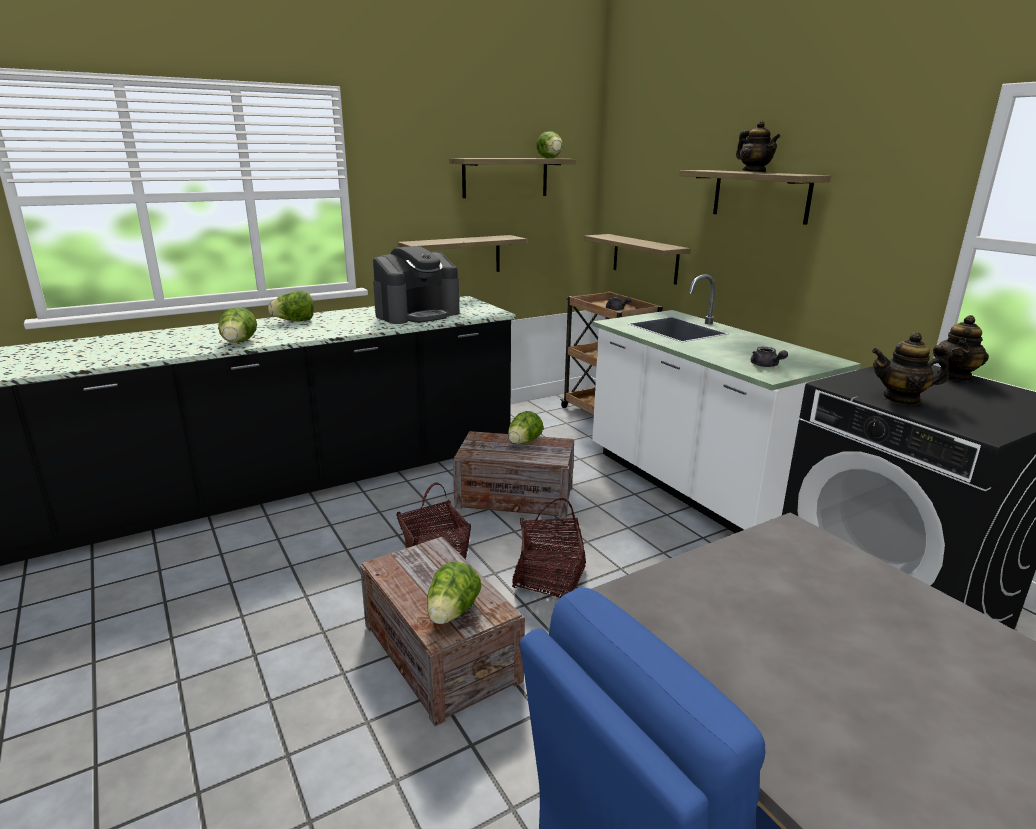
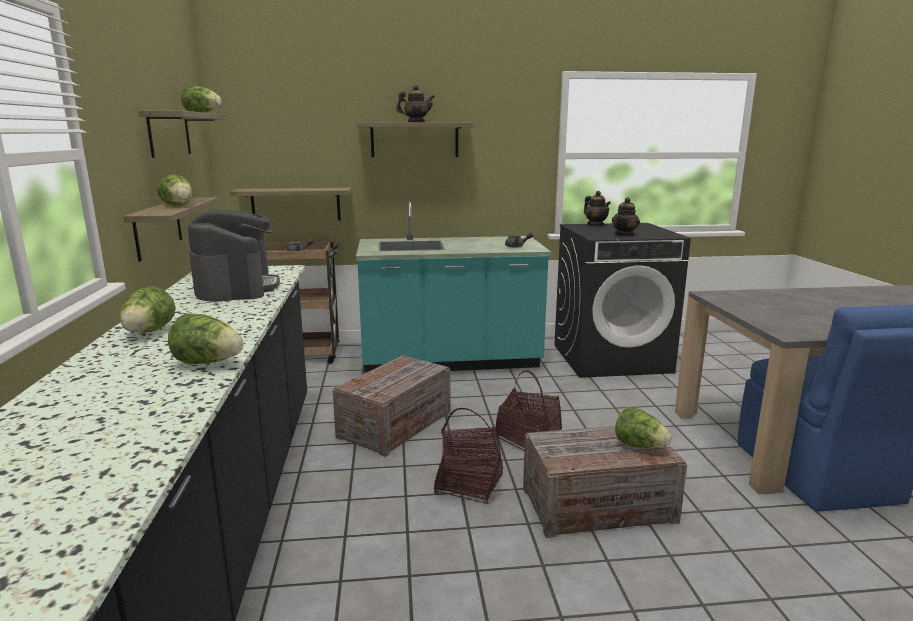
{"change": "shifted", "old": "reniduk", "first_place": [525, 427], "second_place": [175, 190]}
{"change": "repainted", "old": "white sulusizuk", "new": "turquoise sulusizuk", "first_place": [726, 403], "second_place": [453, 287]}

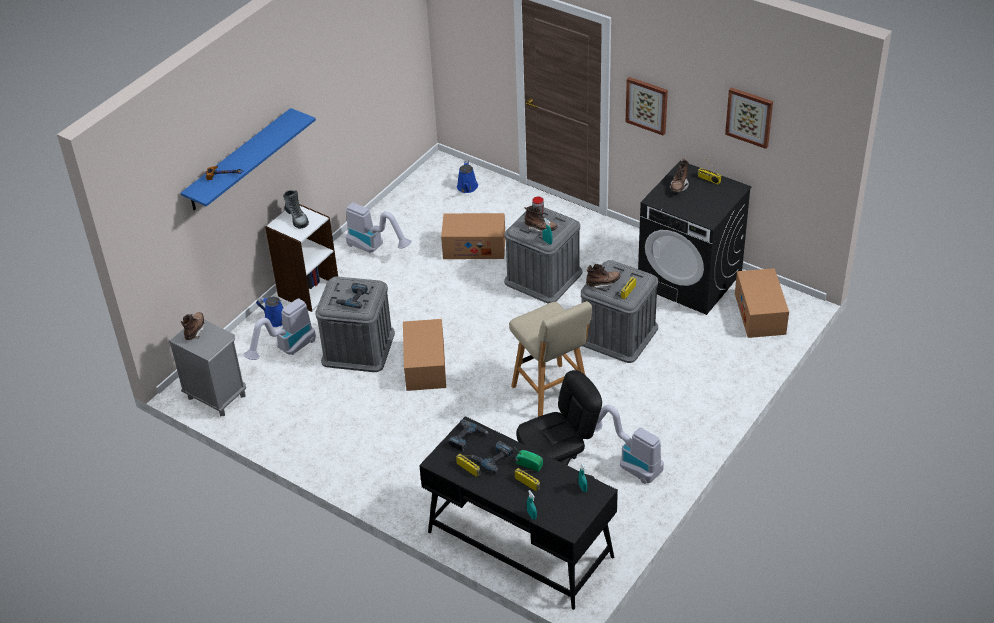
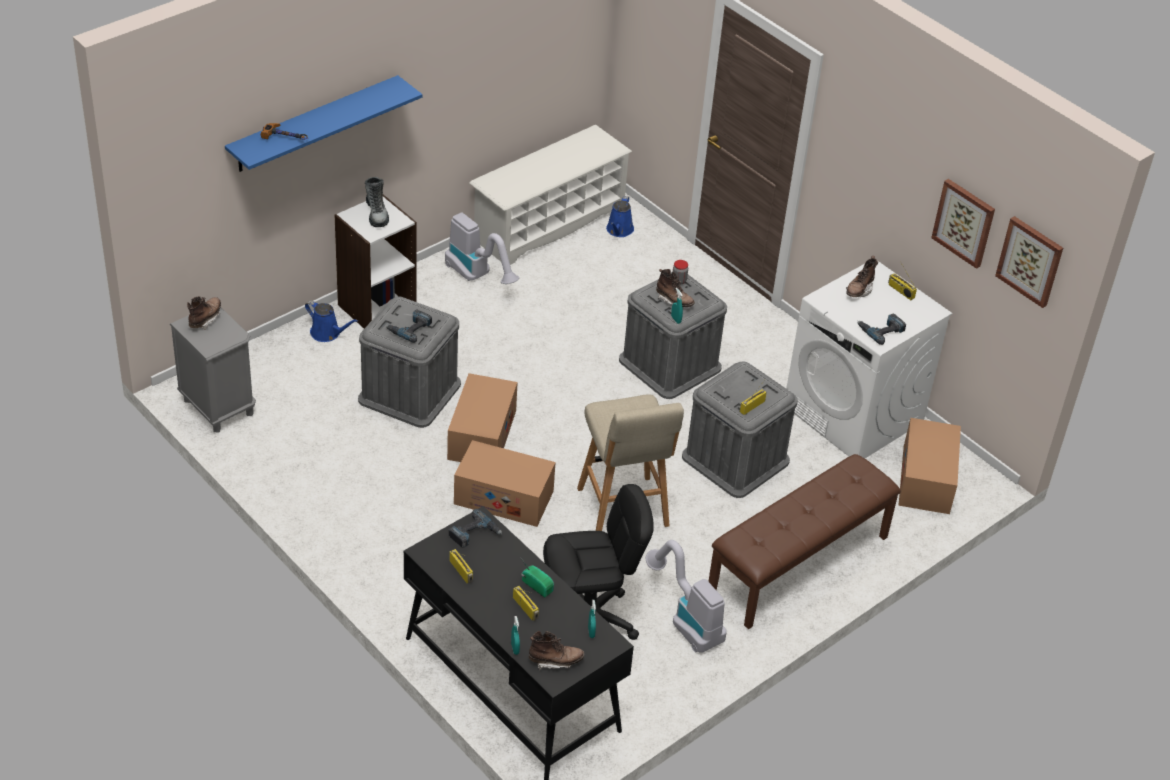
{"change": "gone", "old": "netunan", "first_place": [280, 329]}
{"change": "shifted", "old": "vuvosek", "first_place": [473, 236], "second_place": [505, 483]}
{"change": "shifted", "old": "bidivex", "first_place": [492, 457], "second_place": [882, 329]}
{"change": "shifted", "old": "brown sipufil", "first_place": [603, 277], "second_place": [556, 650]}
{"change": "shifted", "old": "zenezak", "first_place": [647, 106], "second_place": [1029, 262]}
{"change": "repainted", "old": "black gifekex", "new": "white gifekex", "first_place": [695, 238], "second_place": [869, 359]}
{"change": "new", "new": "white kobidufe", "second_place": [551, 195]}
{"change": "new", "new": "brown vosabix", "second_place": [805, 541]}

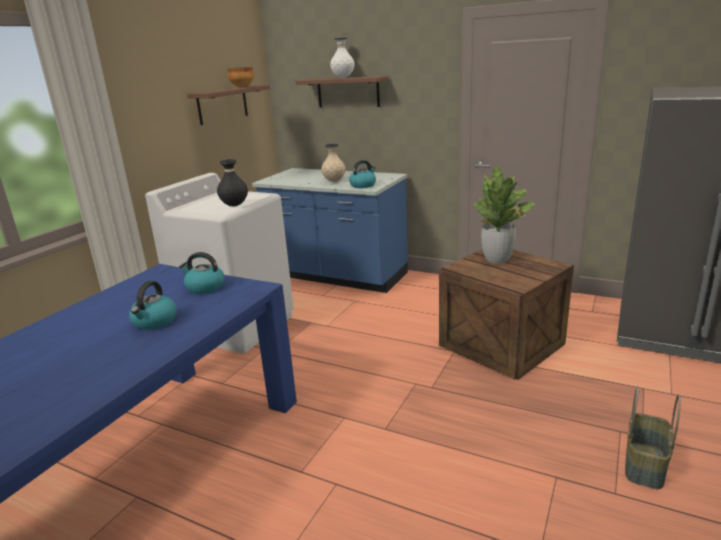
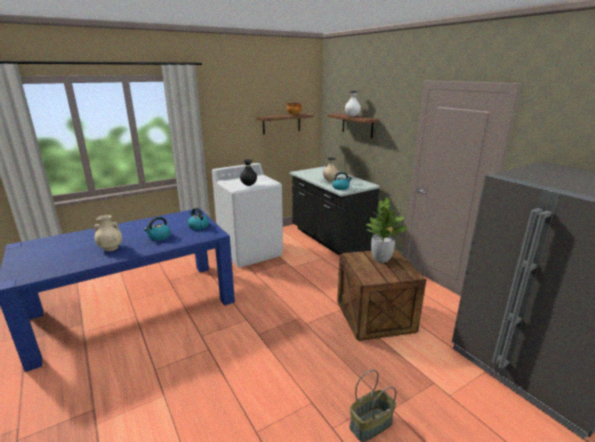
{"change": "repainted", "old": "blue sulusizuk", "new": "black sulusizuk", "first_place": [330, 230], "second_place": [335, 210]}
{"change": "new", "new": "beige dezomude", "second_place": [108, 233]}

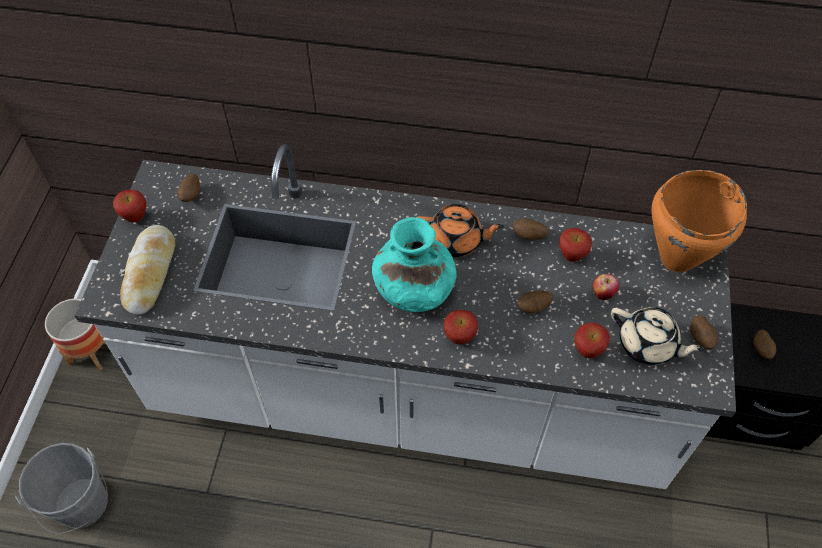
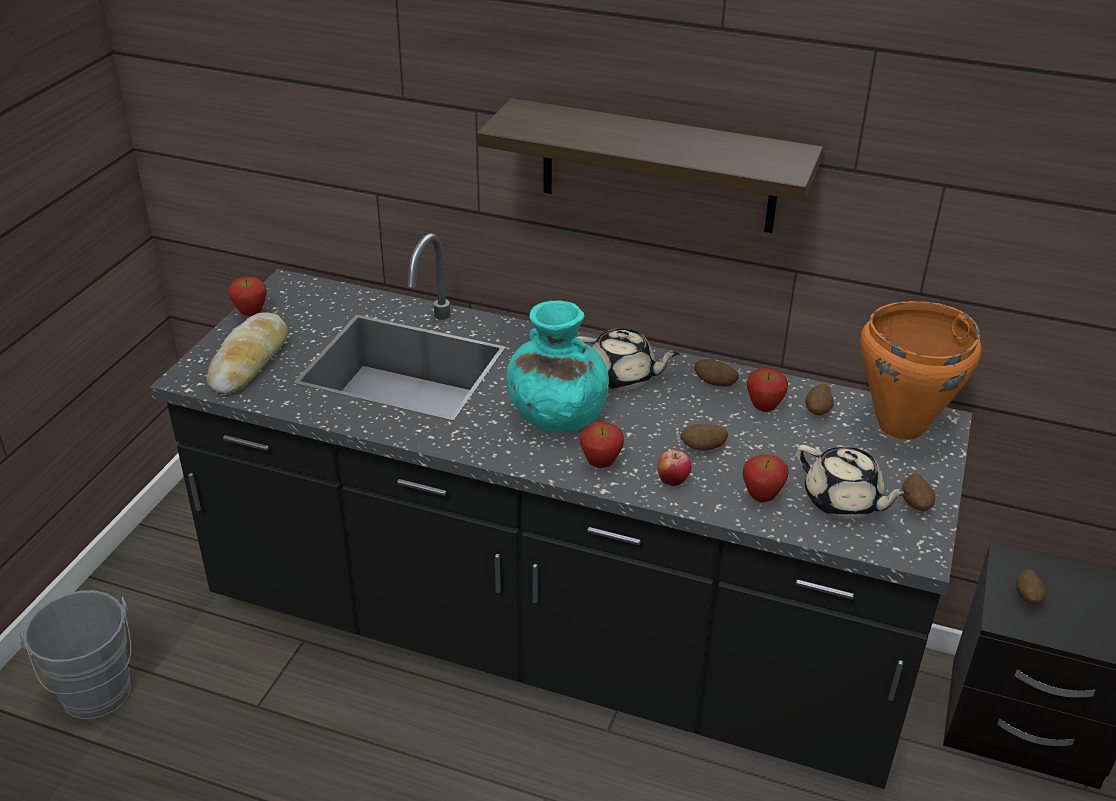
{"change": "gone", "old": "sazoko", "first_place": [75, 335]}
{"change": "repainted", "old": "white sulusizuk", "new": "black sulusizuk", "first_place": [405, 316], "second_place": [561, 511]}
{"change": "shifted", "old": "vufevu", "first_place": [188, 188], "second_place": [819, 400]}
{"change": "repainted", "old": "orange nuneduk", "new": "beige nuneduk", "first_place": [460, 230], "second_place": [628, 359]}
{"change": "shifted", "old": "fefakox", "first_place": [606, 287], "second_place": [674, 468]}
{"change": "new", "new": "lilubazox", "second_place": [650, 165]}

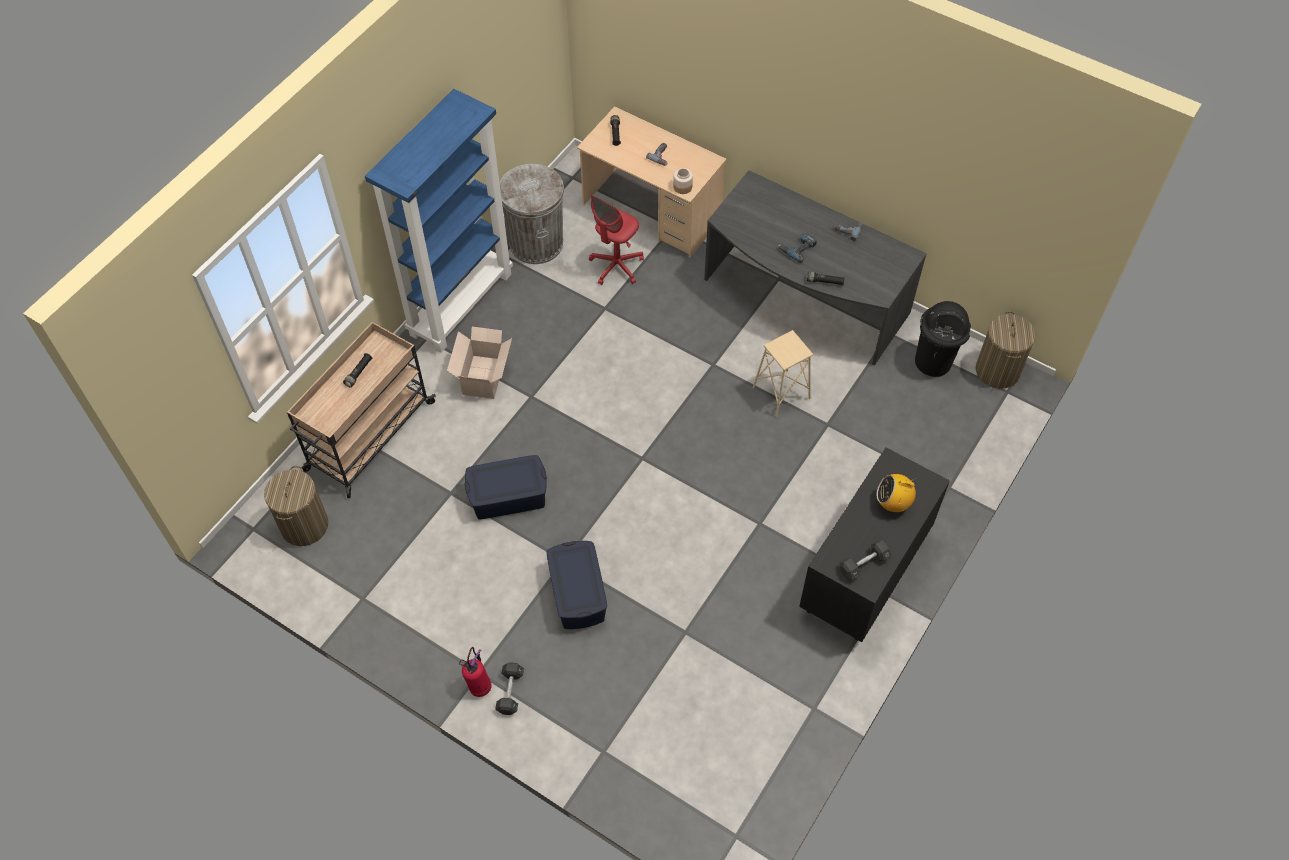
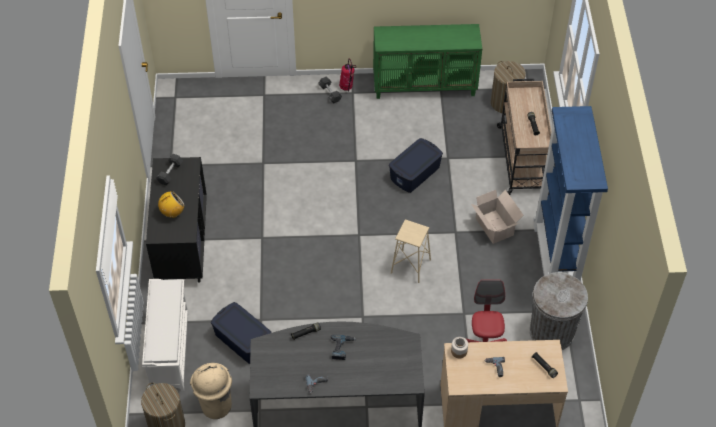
{"change": "shifted", "old": "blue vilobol", "first_place": [577, 585], "second_place": [241, 333]}
{"change": "shifted", "old": "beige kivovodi", "first_place": [783, 373], "second_place": [411, 251]}
{"change": "repainted", "old": "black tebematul", "new": "beige tebematul", "first_place": [943, 339], "second_place": [211, 391]}
{"change": "new", "new": "white kobidufe", "second_place": [165, 335]}
{"change": "new", "new": "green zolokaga", "second_place": [427, 61]}

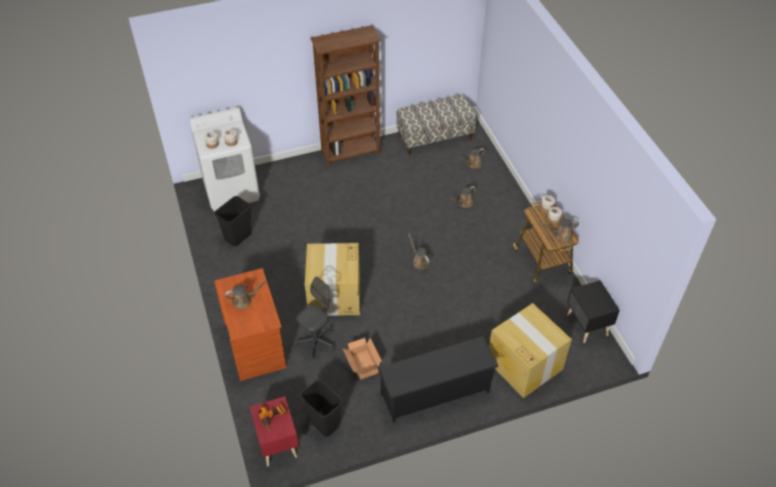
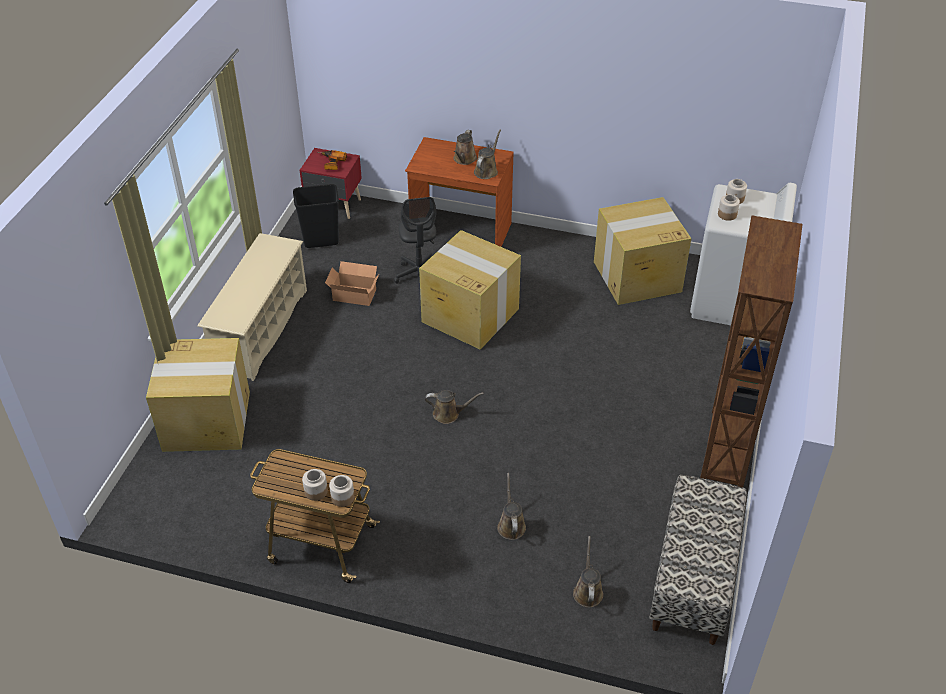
{"change": "swapped", "old": "black tebematul", "new": "vuvosek", "first_place": [233, 221], "second_place": [642, 251]}
{"change": "repainted", "old": "black kobidufe", "new": "beige kobidufe", "first_place": [438, 380], "second_place": [252, 307]}
{"change": "shifted", "old": "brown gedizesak", "first_place": [560, 230], "second_place": [487, 154]}
{"change": "gone", "old": "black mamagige", "first_place": [593, 311]}

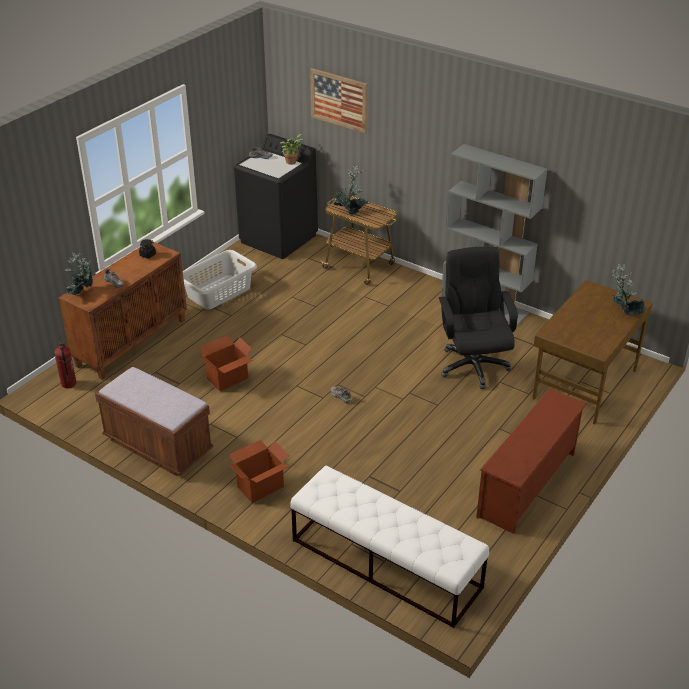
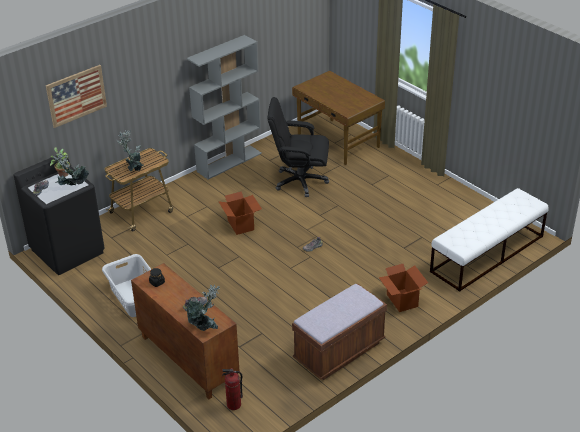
{"change": "shifted", "old": "vuvosek", "first_place": [225, 363], "second_place": [240, 213]}
{"change": "gone", "old": "brown kobidufe", "first_place": [531, 461]}
{"change": "shifted", "old": "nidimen", "first_place": [629, 290], "second_place": [71, 169]}

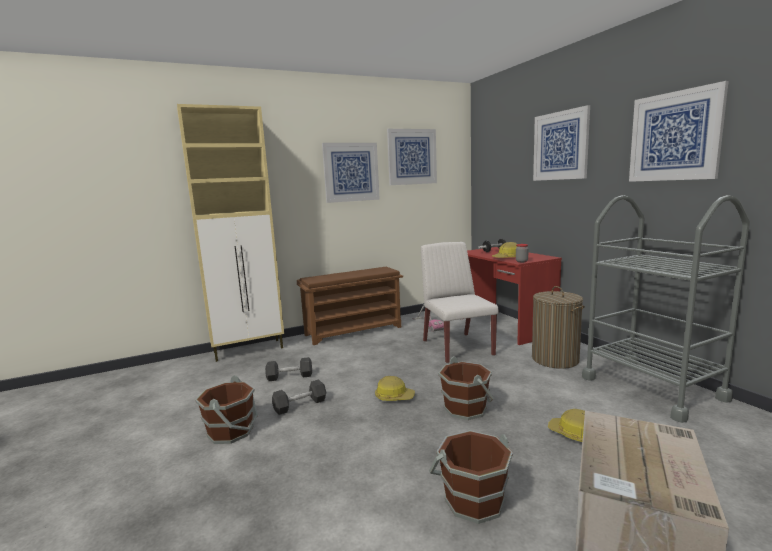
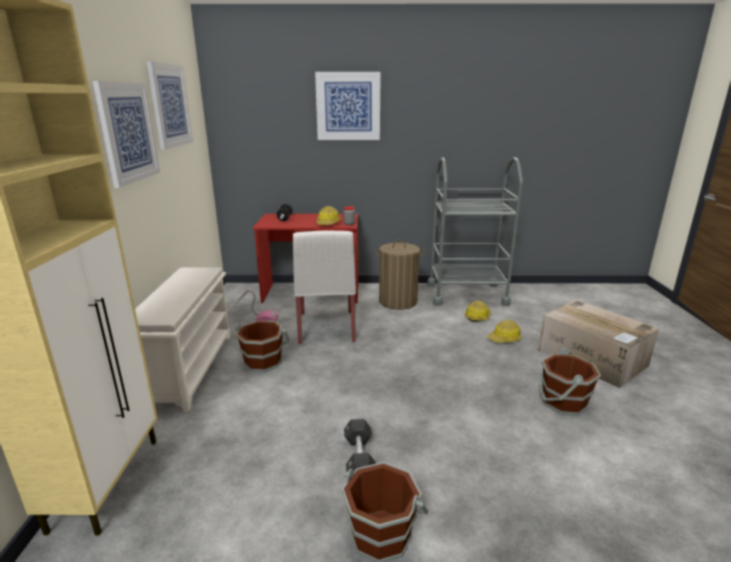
{"change": "gone", "old": "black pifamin", "first_place": [288, 369]}
{"change": "repainted", "old": "brown kobidufe", "new": "white kobidufe", "first_place": [350, 306], "second_place": [182, 339]}
{"change": "shifted", "old": "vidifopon", "first_place": [395, 388], "second_place": [478, 311]}
{"change": "rotated", "old": "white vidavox", "first_place": [460, 302], "second_place": [324, 287], "degrees": -105}
{"change": "shifted", "old": "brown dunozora", "first_place": [466, 388], "second_place": [262, 346]}
{"change": "gone", "old": "zenezak", "first_place": [679, 131]}

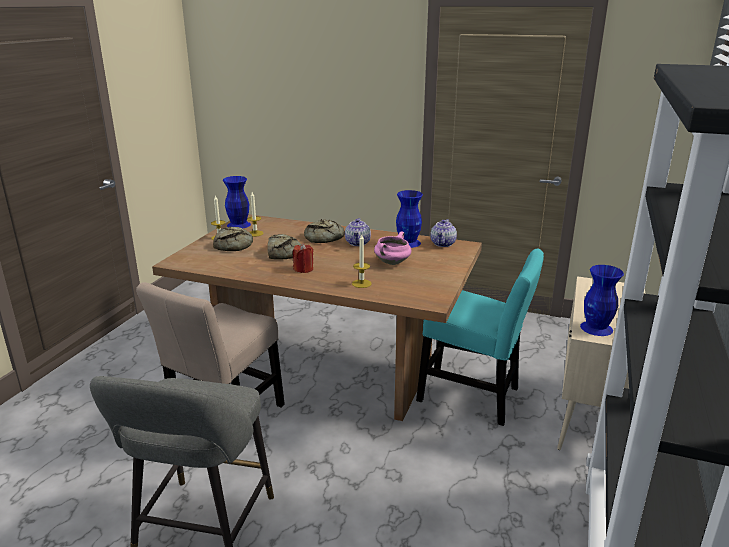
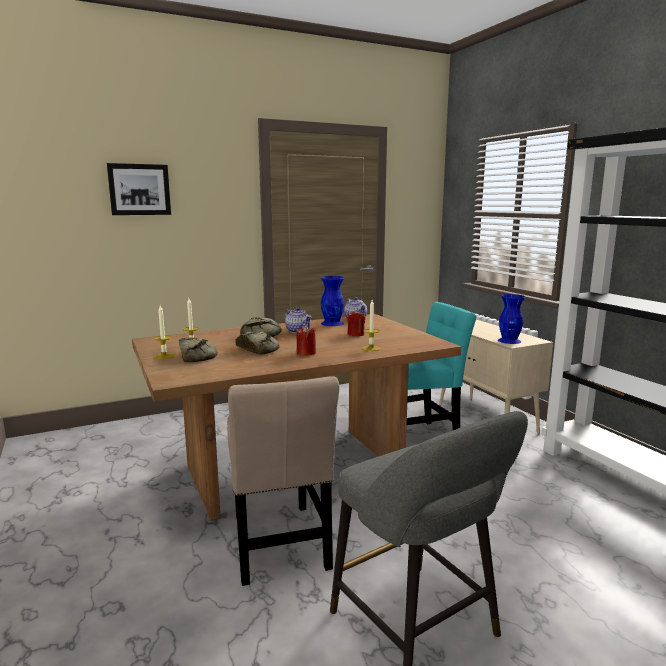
{"change": "gone", "old": "blue dezomude", "first_place": [237, 202]}
{"change": "swapped", "old": "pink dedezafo", "new": "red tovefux", "first_place": [392, 248], "second_place": [356, 323]}
{"change": "new", "new": "zenezak", "second_place": [139, 189]}

